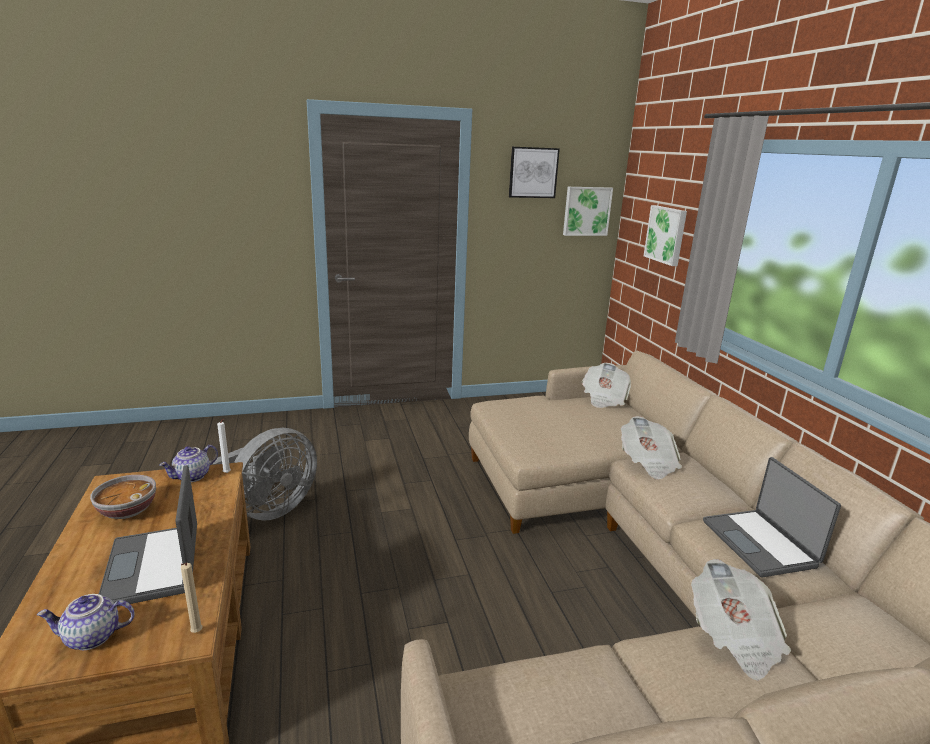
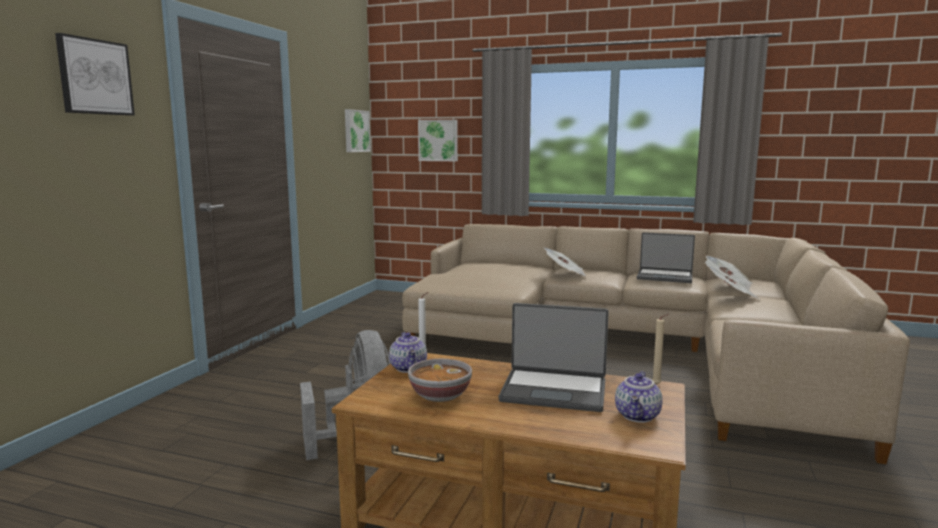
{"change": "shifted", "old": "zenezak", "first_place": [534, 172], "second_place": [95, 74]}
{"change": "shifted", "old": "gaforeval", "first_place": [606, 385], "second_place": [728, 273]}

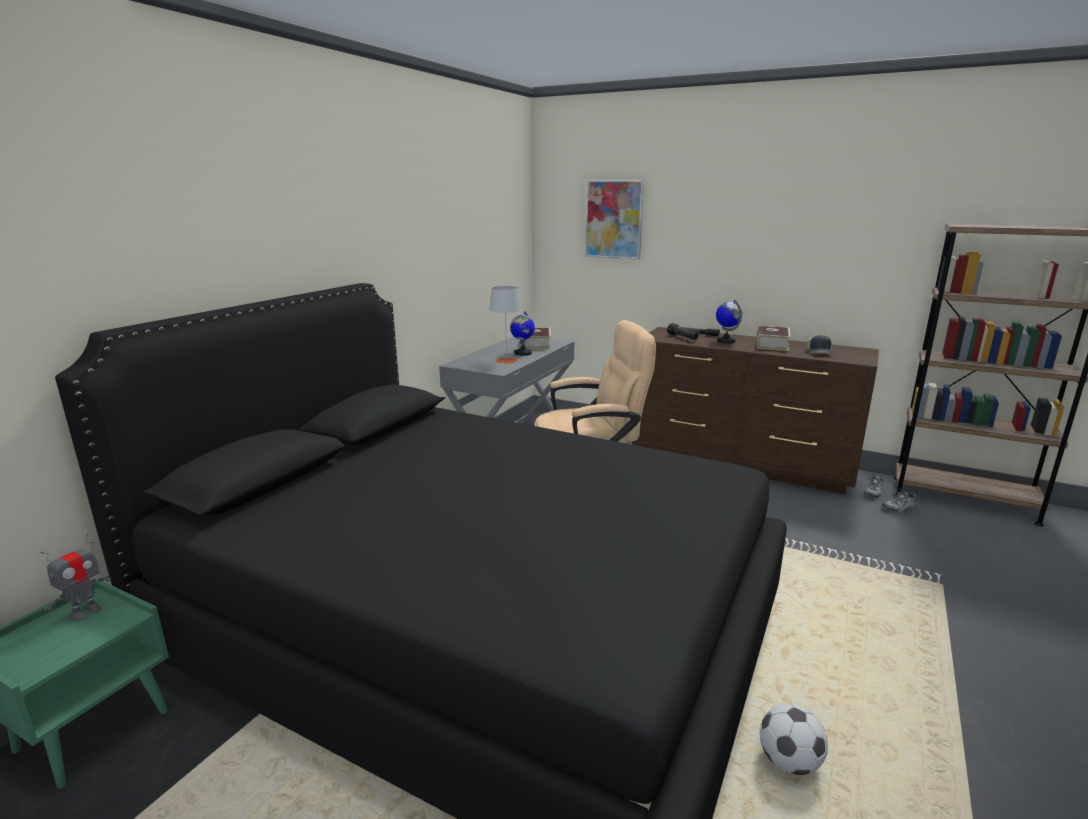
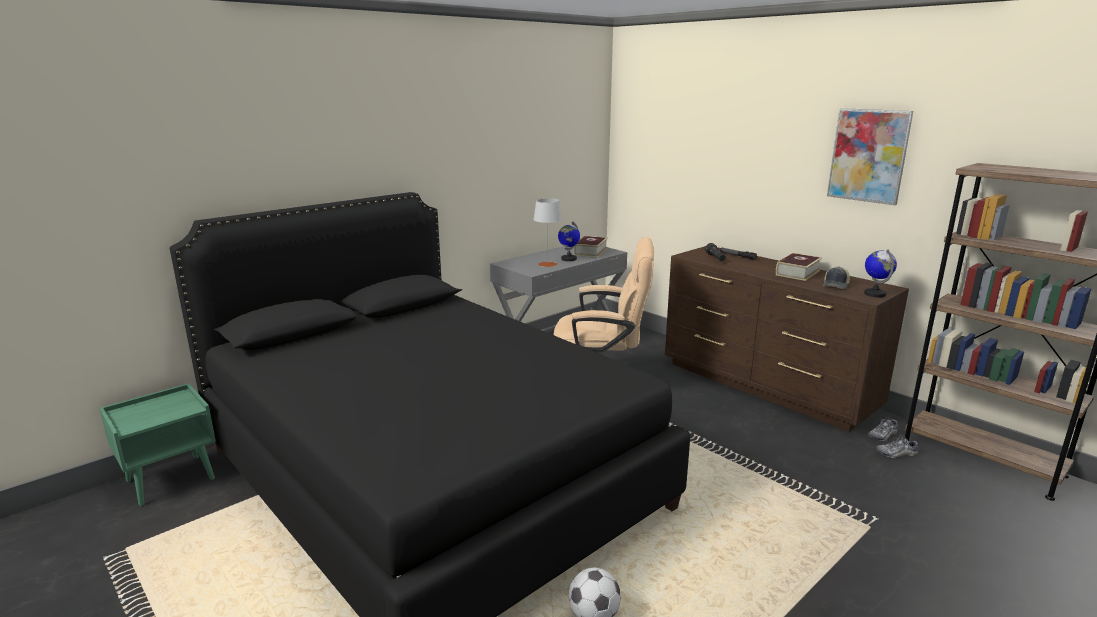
{"change": "gone", "old": "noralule", "first_place": [76, 577]}
{"change": "shifted", "old": "zenezak", "first_place": [614, 220], "second_place": [870, 156]}
{"change": "shifted", "old": "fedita", "first_place": [729, 322], "second_place": [880, 273]}

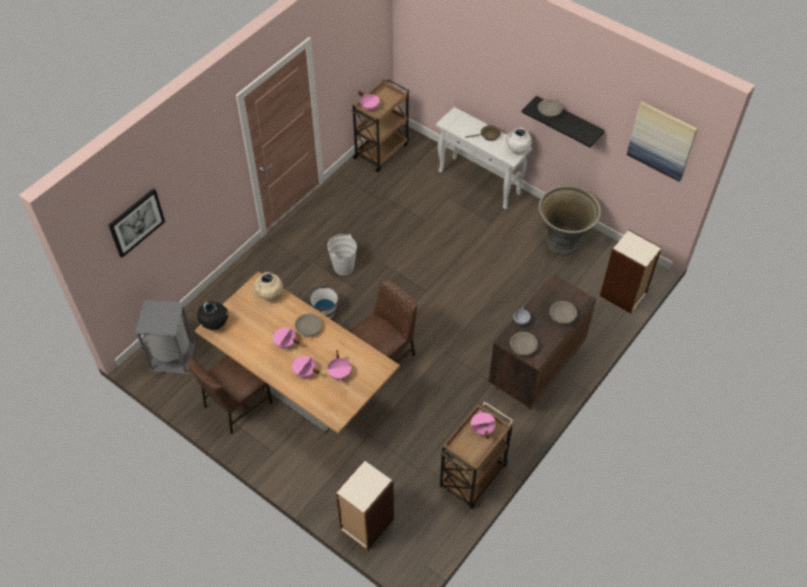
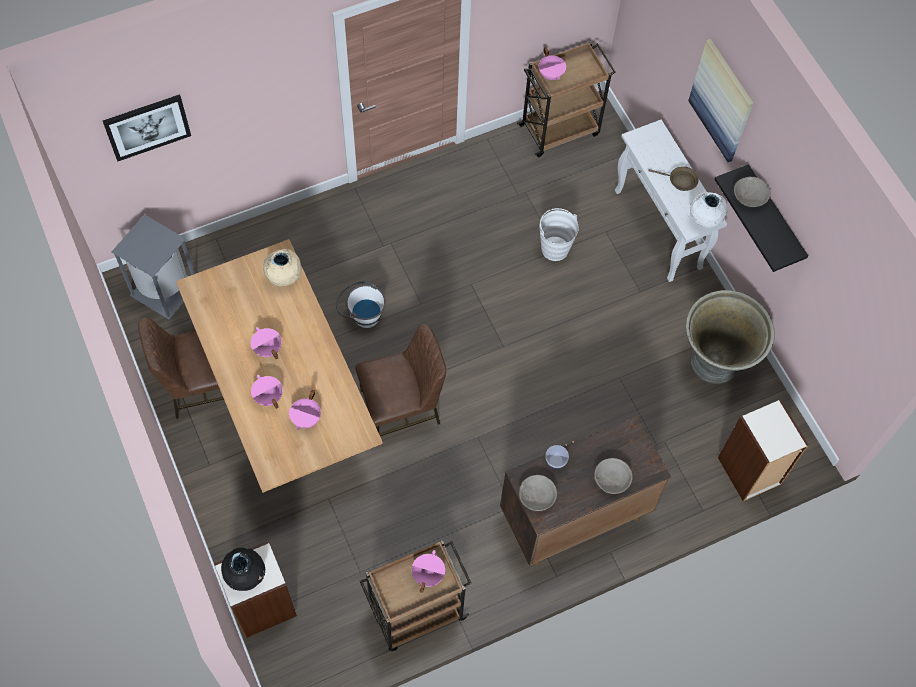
{"change": "shifted", "old": "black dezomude", "first_place": [212, 315], "second_place": [243, 569]}
{"change": "gone", "old": "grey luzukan", "first_place": [308, 325]}
{"change": "shifted", "old": "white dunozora", "first_place": [342, 254], "second_place": [559, 234]}
{"change": "shifted", "old": "zenezak", "first_place": [662, 141], "second_place": [720, 100]}

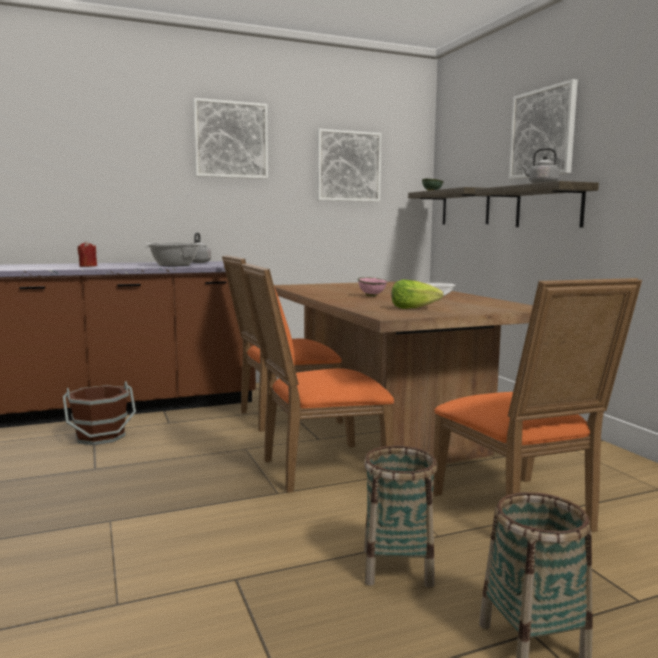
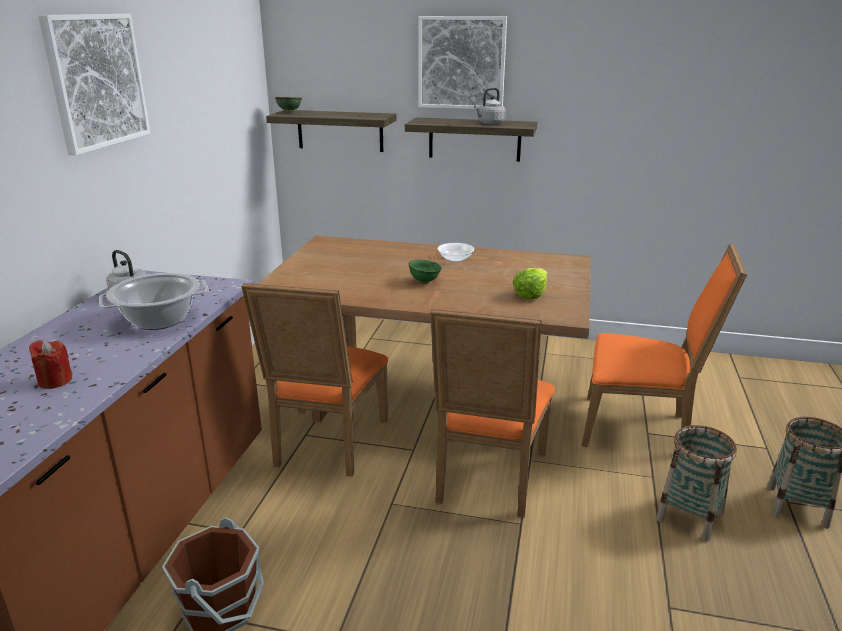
{"change": "gone", "old": "zenezak", "first_place": [349, 165]}
{"change": "repainted", "old": "pink luzukan", "new": "green luzukan", "first_place": [372, 287], "second_place": [425, 272]}

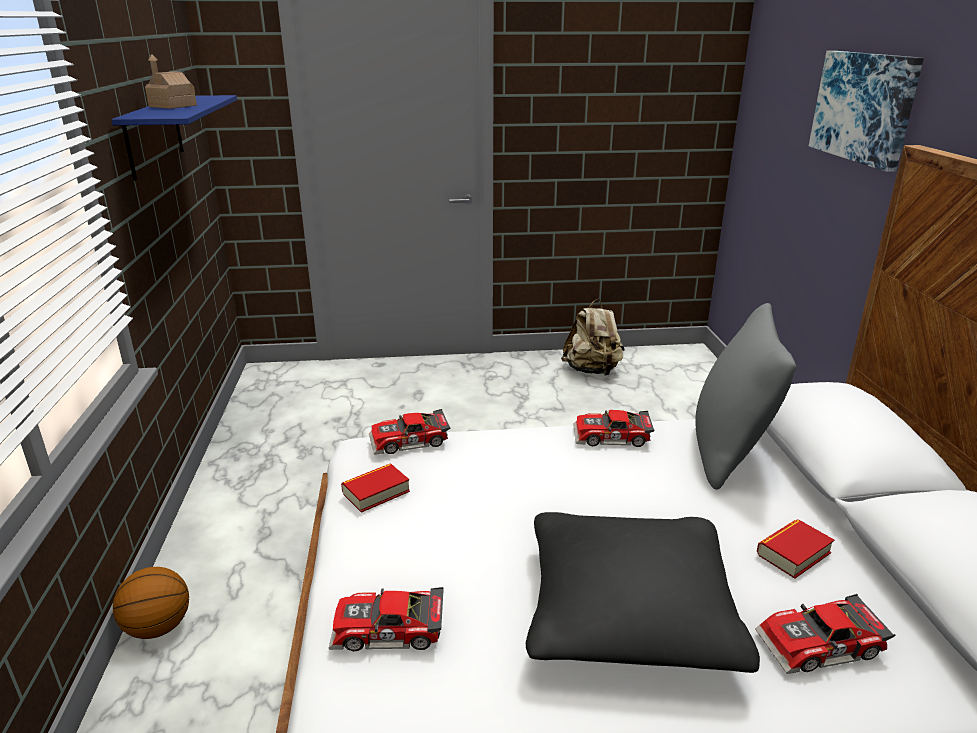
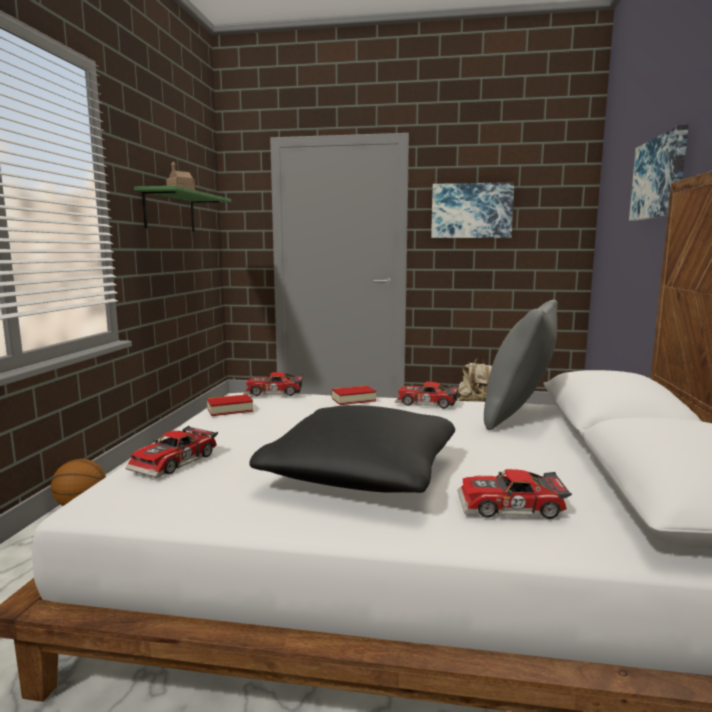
{"change": "repainted", "old": "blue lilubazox", "new": "green lilubazox", "first_place": [174, 137], "second_place": [182, 209]}
{"change": "rotated", "old": "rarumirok", "first_place": [386, 619], "second_place": [171, 452], "degrees": -75}
{"change": "shifted", "old": "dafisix", "first_place": [795, 549], "second_place": [353, 395]}
{"change": "new", "new": "zenezak", "second_place": [472, 210]}

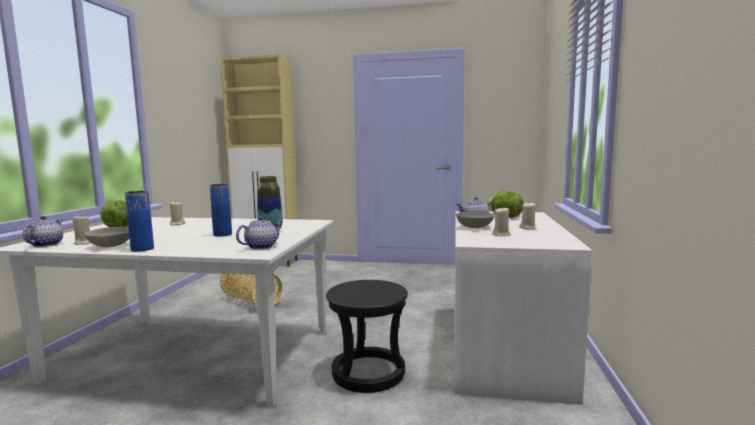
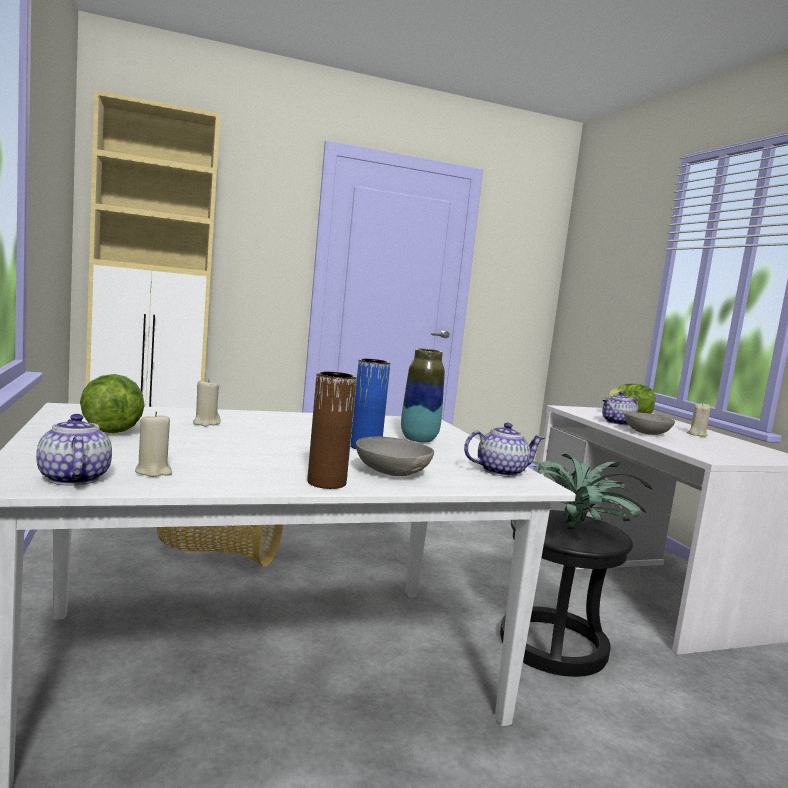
{"change": "shifted", "old": "grey luzukan", "first_place": [106, 237], "second_place": [395, 456]}
{"change": "repainted", "old": "blue dezomude", "new": "brown dezomude", "first_place": [139, 221], "second_place": [332, 430]}
{"change": "rotated", "old": "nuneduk", "first_place": [259, 233], "second_place": [504, 450], "degrees": 60}
{"change": "gone", "old": "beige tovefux", "first_place": [501, 222]}
{"change": "new", "new": "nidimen", "second_place": [592, 491]}

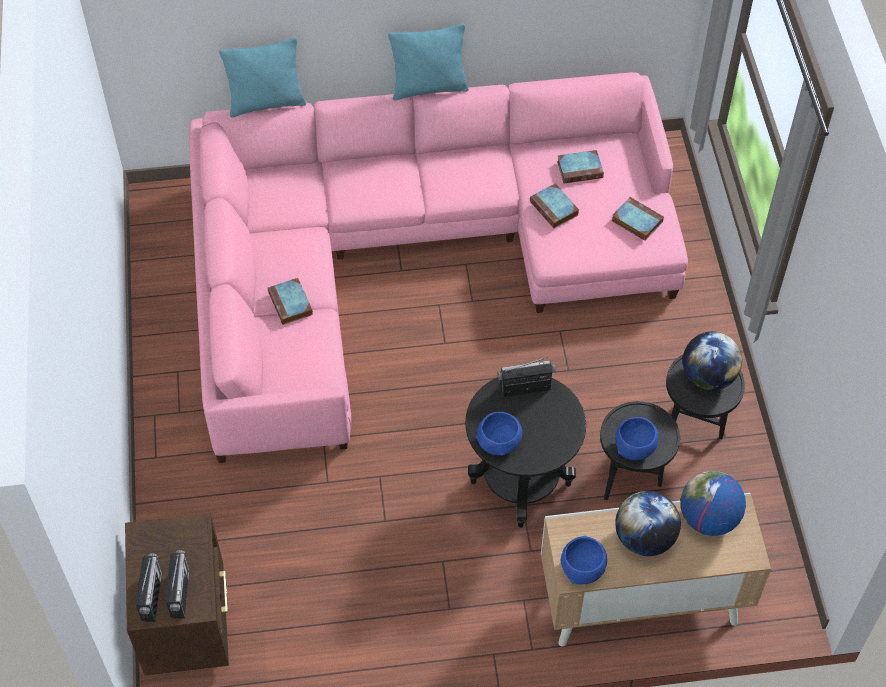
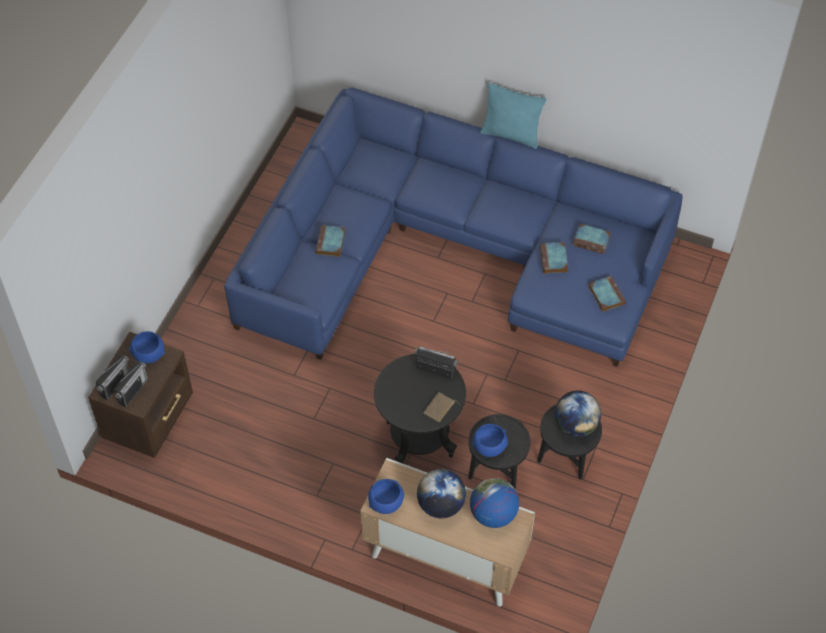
{"change": "repainted", "old": "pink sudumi", "new": "blue sudumi", "first_place": [438, 267], "second_place": [453, 227]}
{"change": "gone", "old": "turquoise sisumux", "first_place": [262, 77]}
{"change": "shifted", "old": "blue luzukan", "first_place": [499, 434], "second_place": [147, 347]}
{"change": "new", "new": "brown dafisix", "second_place": [442, 407]}

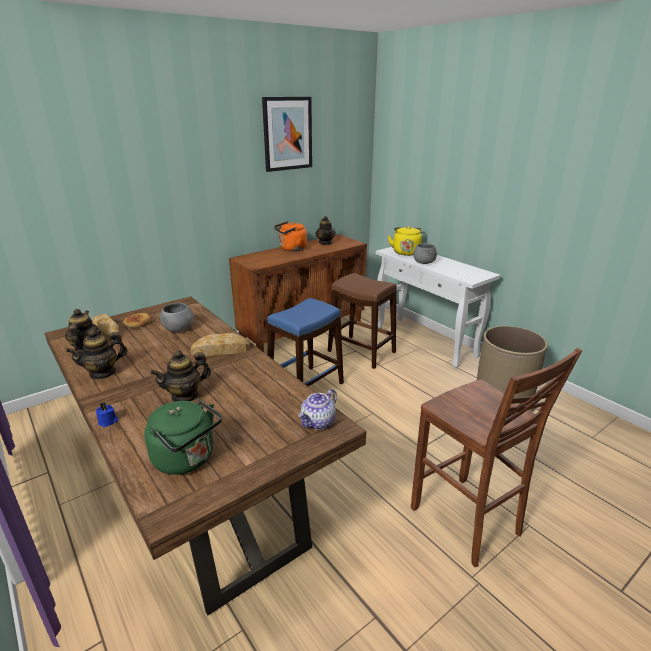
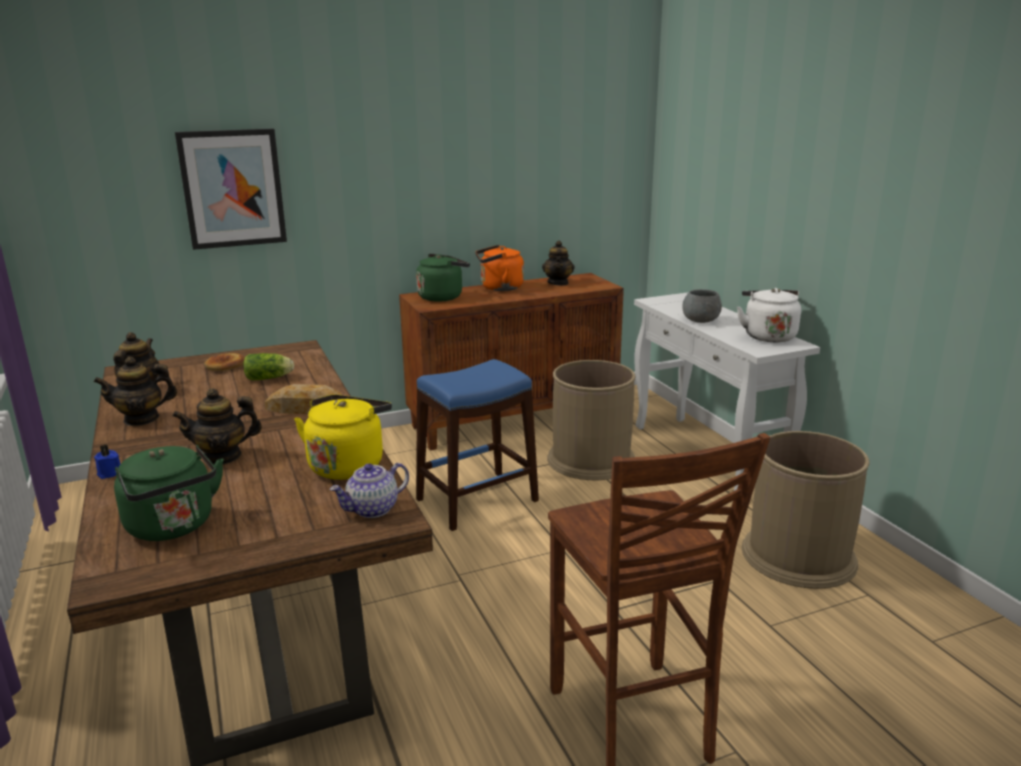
{"change": "gone", "old": "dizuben", "first_place": [106, 328]}
{"change": "swapped", "old": "grey luzukan", "new": "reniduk", "first_place": [177, 317], "second_place": [268, 367]}
{"change": "shifted", "old": "zenezak", "first_place": [287, 134], "second_place": [231, 189]}
{"change": "swapped", "old": "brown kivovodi", "new": "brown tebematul", "first_place": [362, 321], "second_place": [591, 420]}
{"change": "shifted", "old": "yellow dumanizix", "first_place": [405, 241], "second_place": [343, 437]}
{"change": "new", "new": "green dumanizix", "second_place": [443, 278]}
{"change": "new", "new": "white dumanizix", "second_place": [769, 315]}

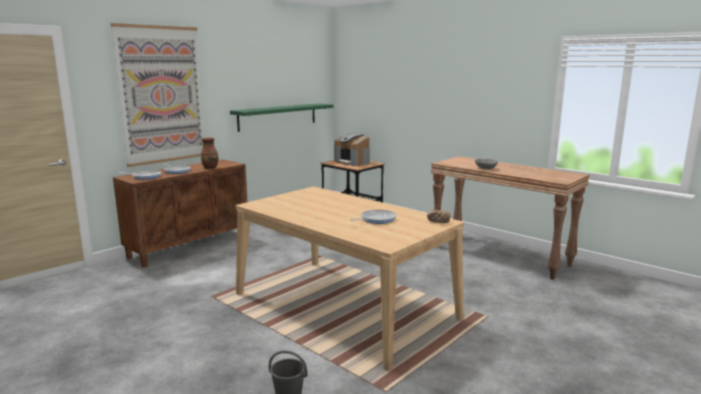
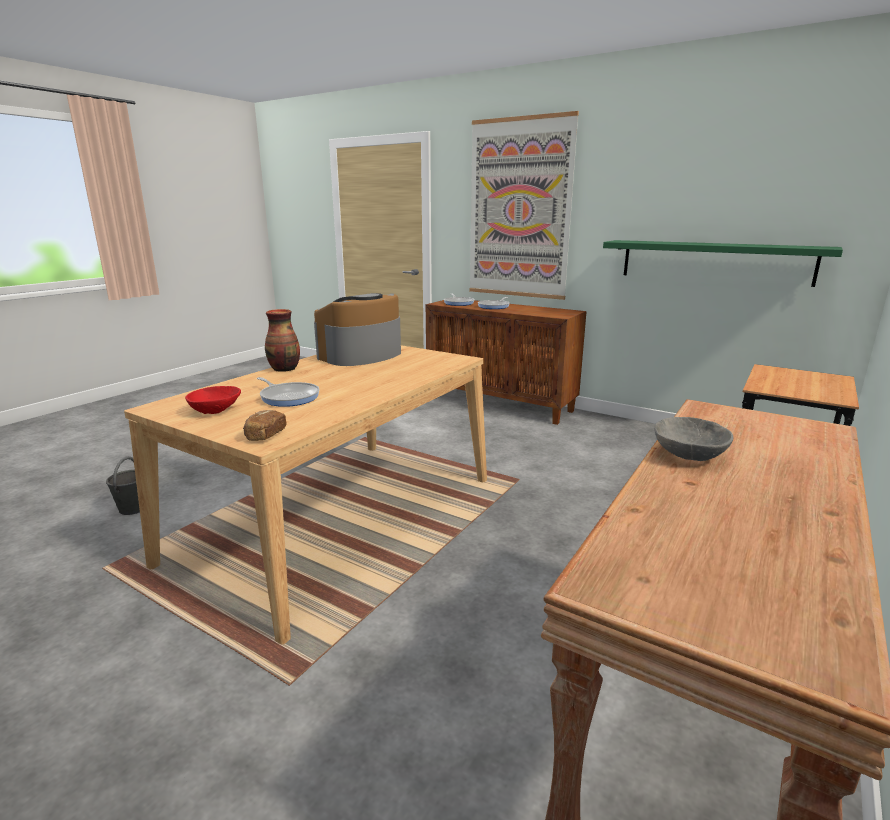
{"change": "shifted", "old": "dezomude", "first_place": [209, 153], "second_place": [282, 340]}
{"change": "shifted", "old": "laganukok", "first_place": [352, 149], "second_place": [357, 329]}
{"change": "new", "new": "red luzukan", "second_place": [213, 400]}

